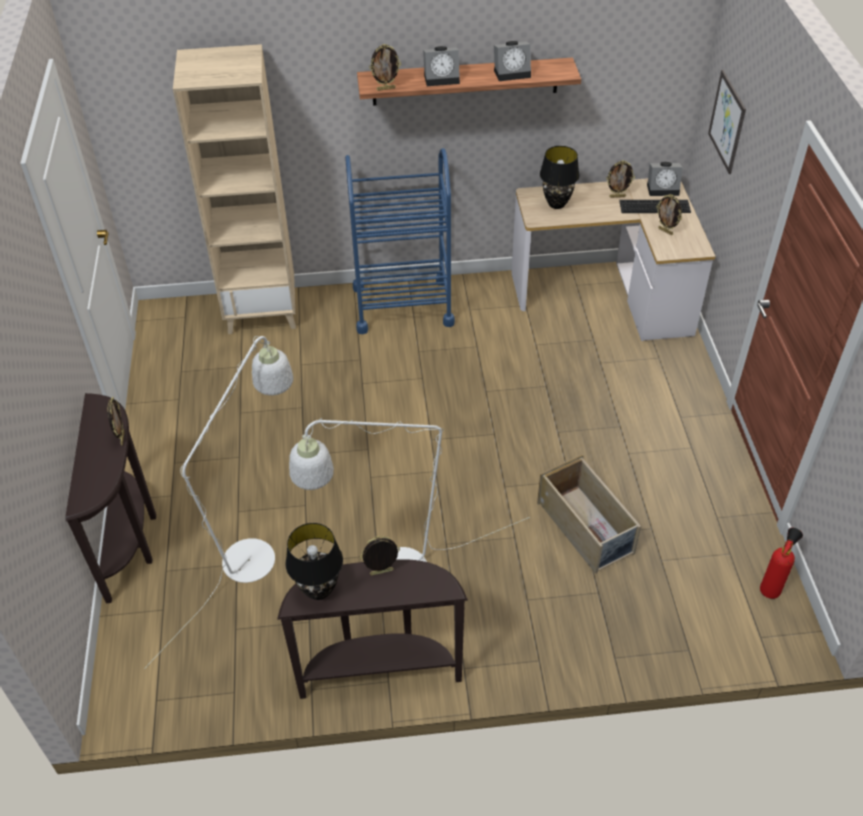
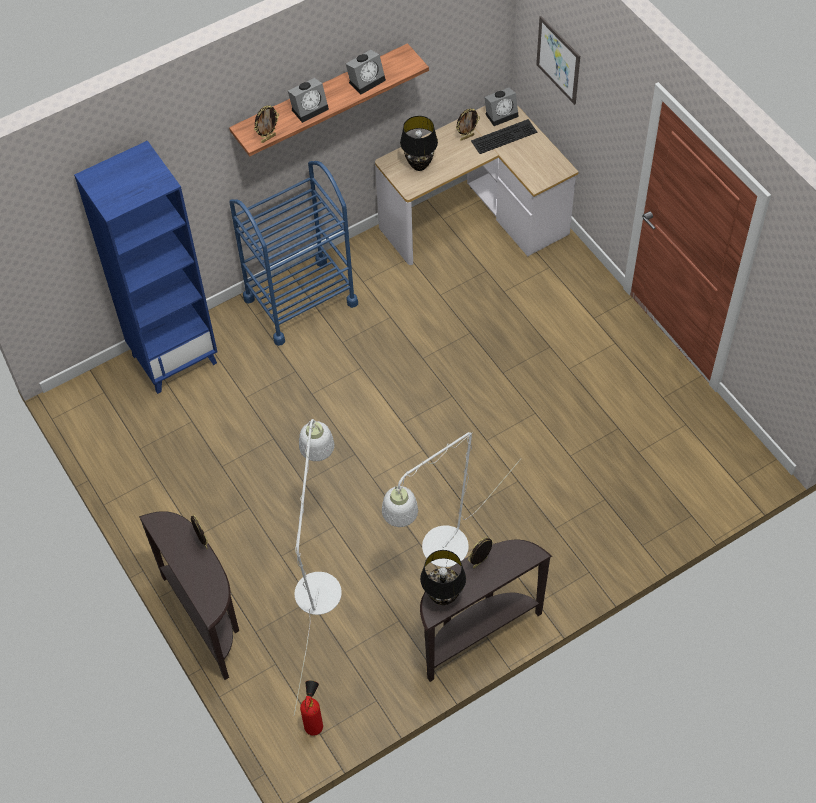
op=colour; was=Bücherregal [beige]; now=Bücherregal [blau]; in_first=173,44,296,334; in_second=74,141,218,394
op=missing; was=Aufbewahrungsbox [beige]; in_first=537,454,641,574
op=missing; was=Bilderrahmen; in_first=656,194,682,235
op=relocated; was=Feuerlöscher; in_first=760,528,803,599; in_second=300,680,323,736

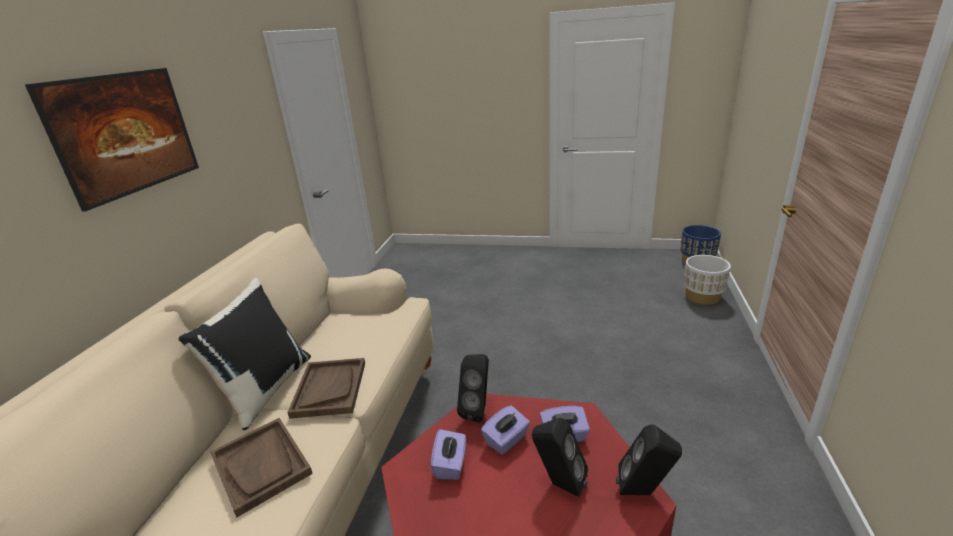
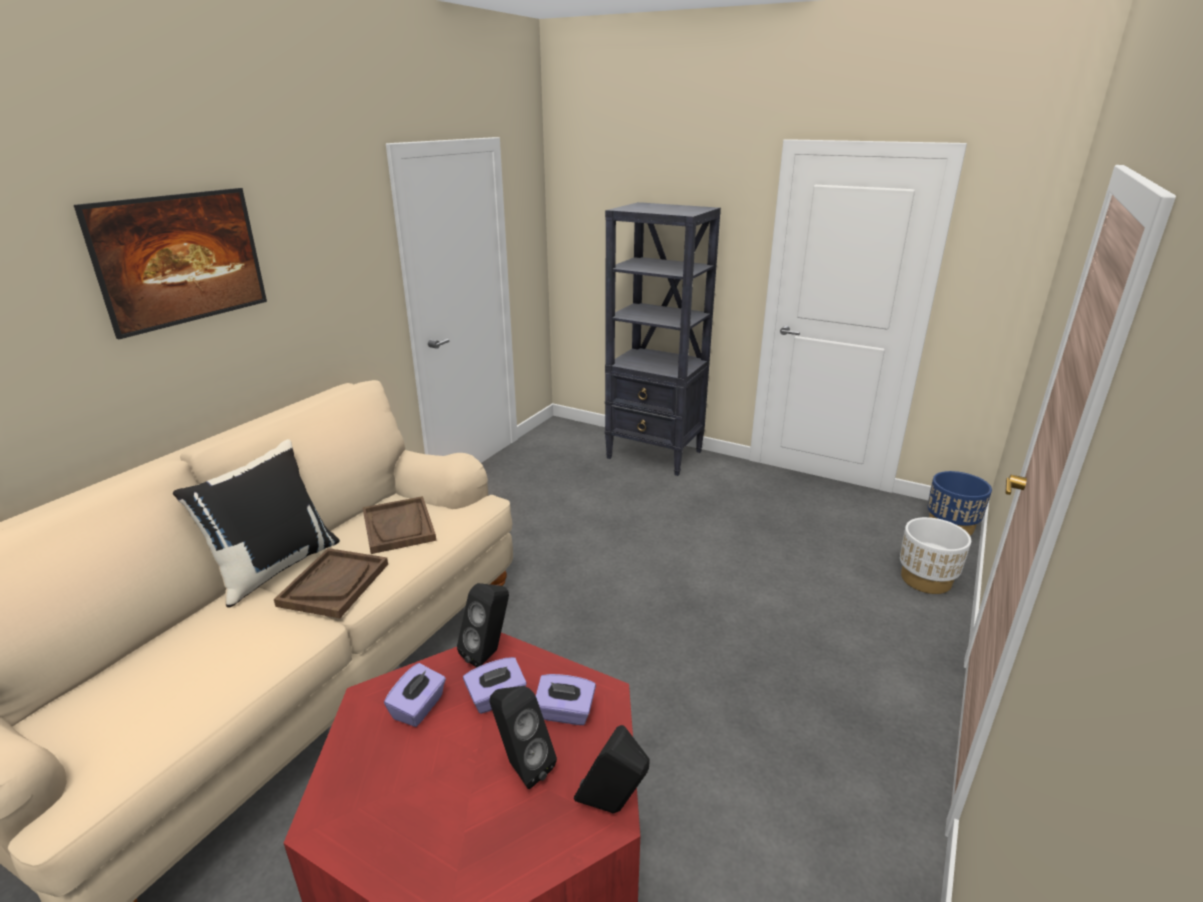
op=relocated; was=Tablett [braun]; in_first=210,418,313,518; in_second=362,496,436,554
op=appeared; now=Bücherregal [schwarz]; in_second=605,202,721,476

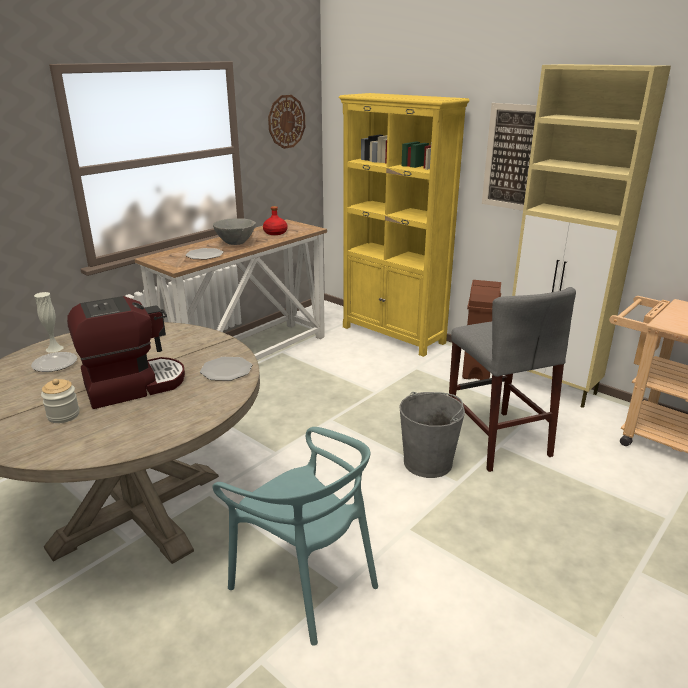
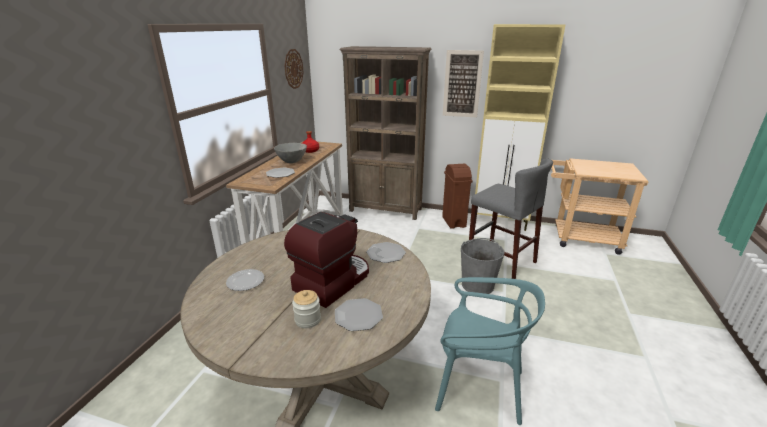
op=missing; was=Vase [weiß]; in_first=34,292,63,353
op=colour; was=Bücherregal [gelb]; now=Bücherregal [braun]; in_first=339,93,469,357; in_second=339,46,432,220
op=appeared; now=Teller; in_second=335,298,383,331

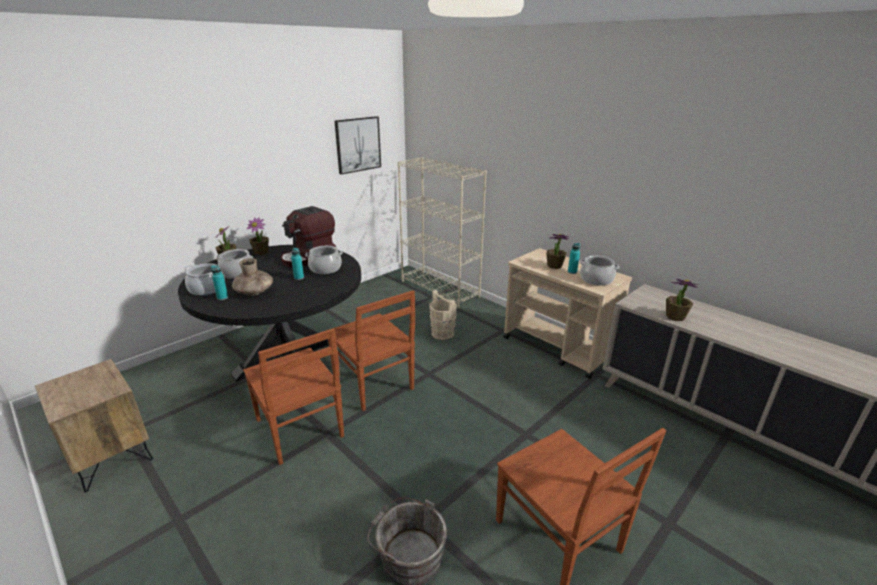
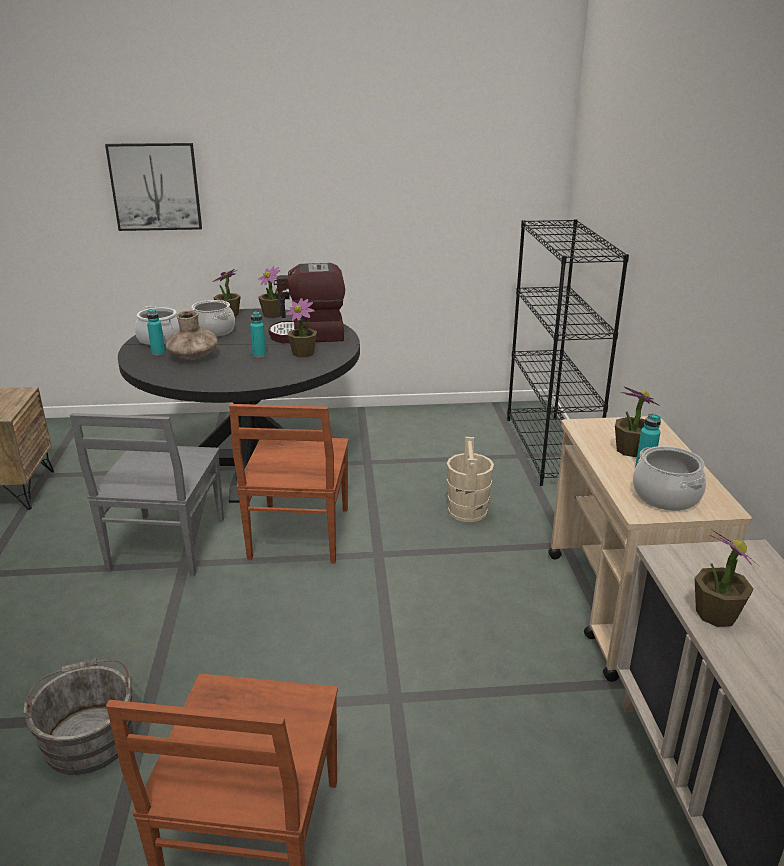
op=colour; was=Stuhl [braun]; now=Stuhl [grau]; in_first=243,329,344,465; in_second=70,413,224,577
op=exchanged; was=Kochtopf; now=Topfpflanze; in_first=305,246,343,274; in_second=286,298,317,357
op=relocated; was=Bild; in_first=335,116,381,175; in_second=105,143,202,231
op=colour; was=Bücherregal [beige]; now=Bücherregal [schwarz]; in_first=398,157,487,308; in_second=507,219,629,486

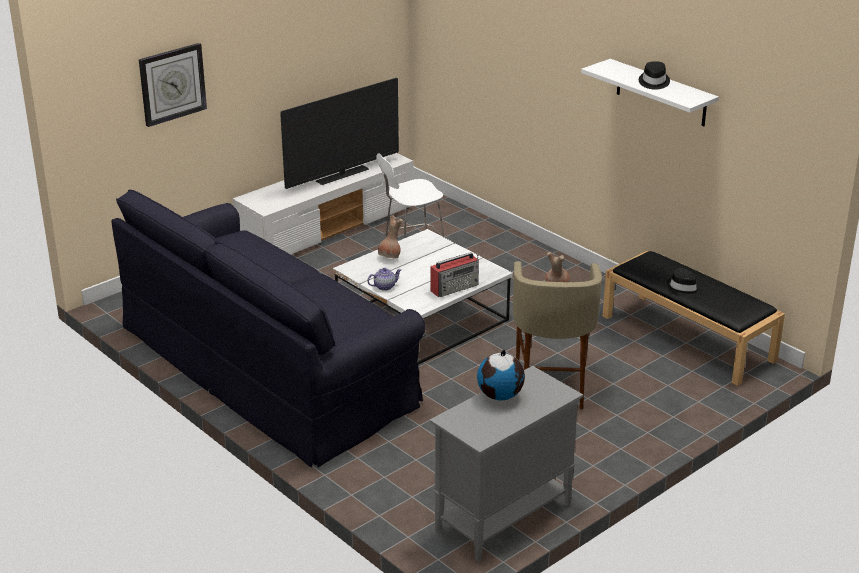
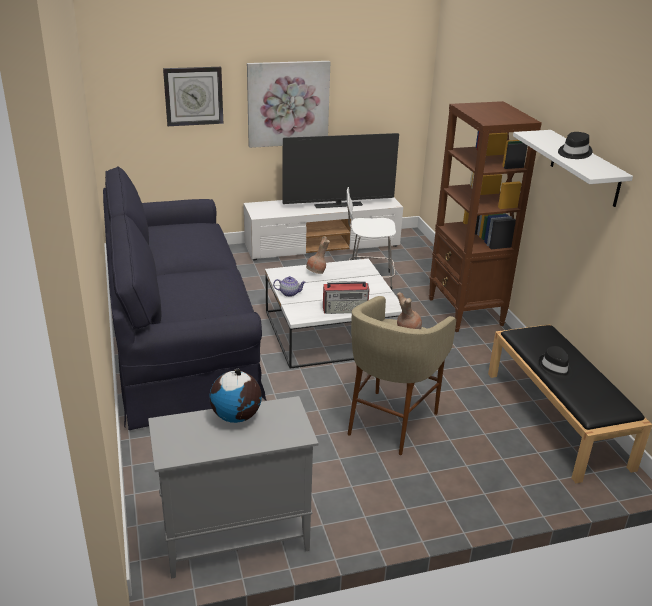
op=appeared; now=Bild; in_second=247,61,330,148
op=appeared; now=Bücherregal [braun]; in_second=429,101,542,332

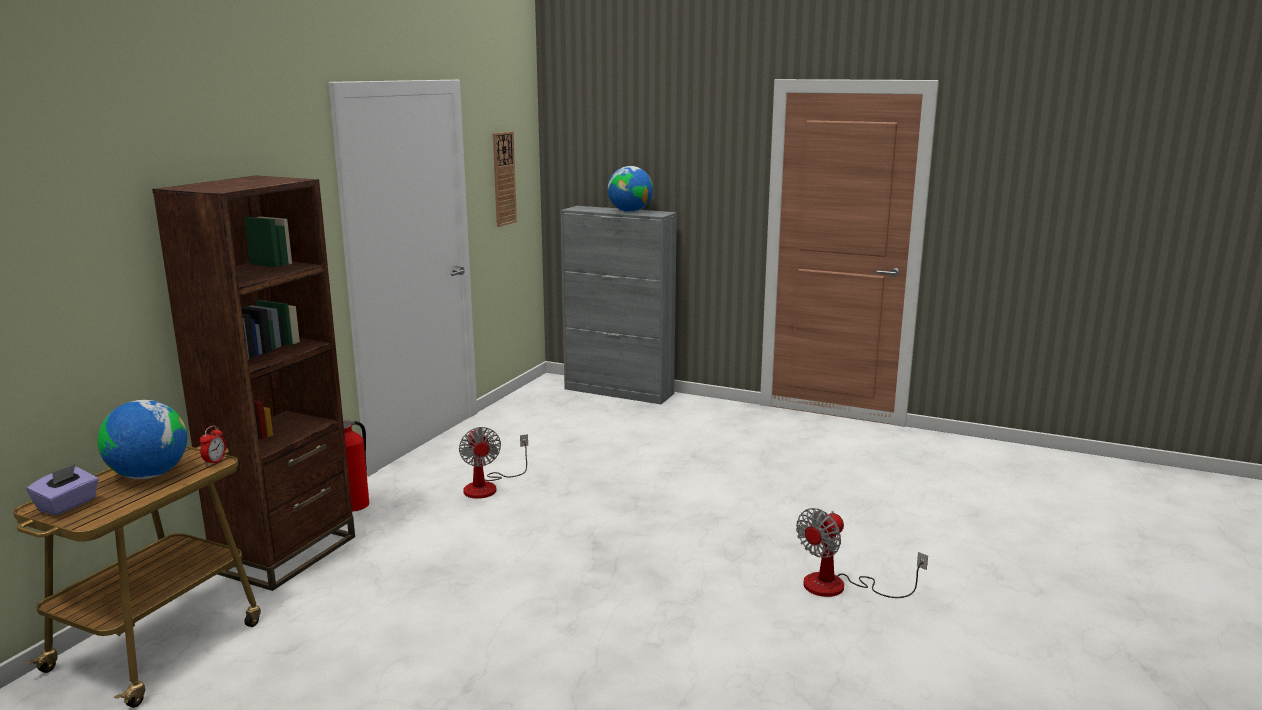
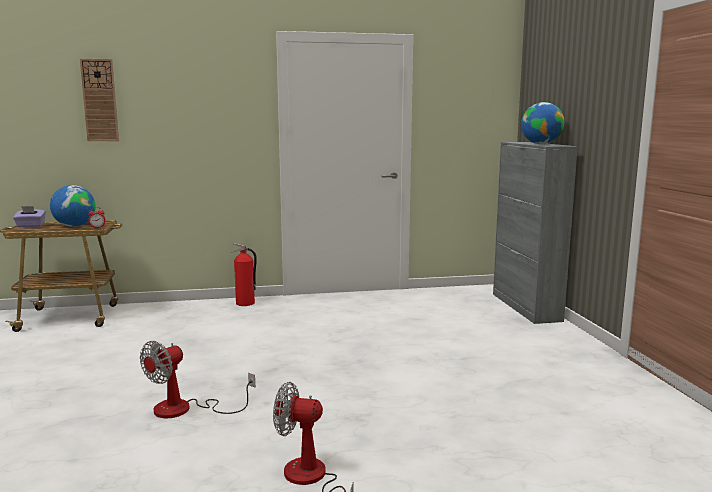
op=missing; was=Bücherregal [braun]; in_first=152,176,355,591
op=relocated; was=Ventilator; in_first=459,427,528,499; in_second=140,341,255,418
op=relocated; was=Wanduhr; in_first=493,131,517,227; in_second=80,59,119,141

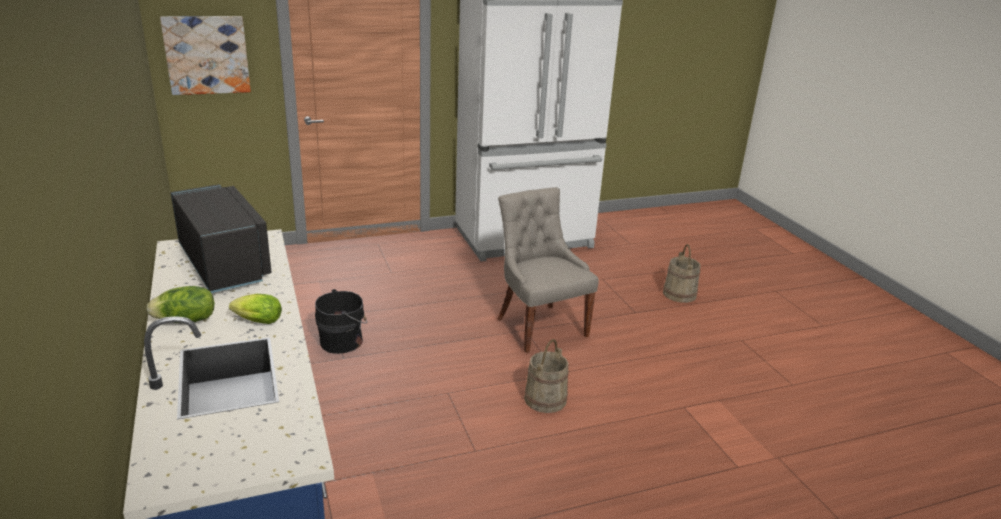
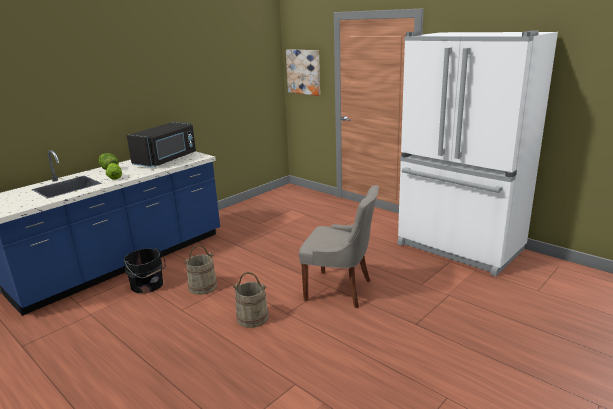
op=relocated; was=Eimer [schwarz]; in_first=315,289,367,354; in_second=124,248,165,294
op=spun; was=Stuhl [grau]; in_first=497,187,599,353; in_second=299,185,379,308; clockwise=75
op=relocated; was=Eimer [beige]; in_first=663,244,701,303; in_second=184,245,217,295

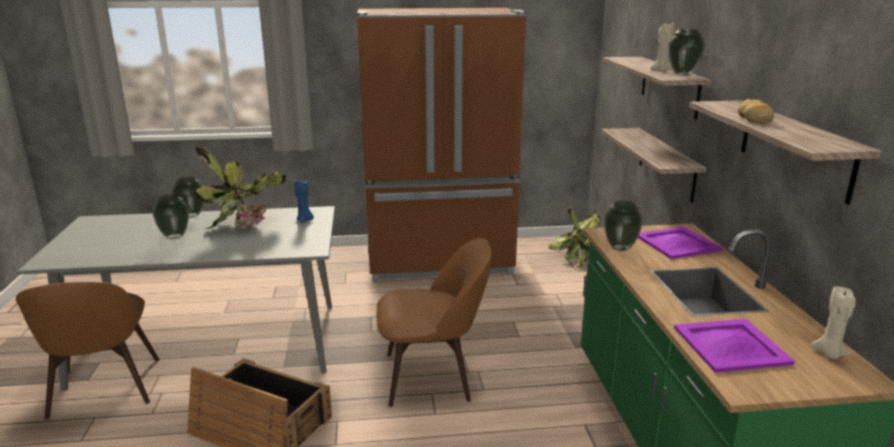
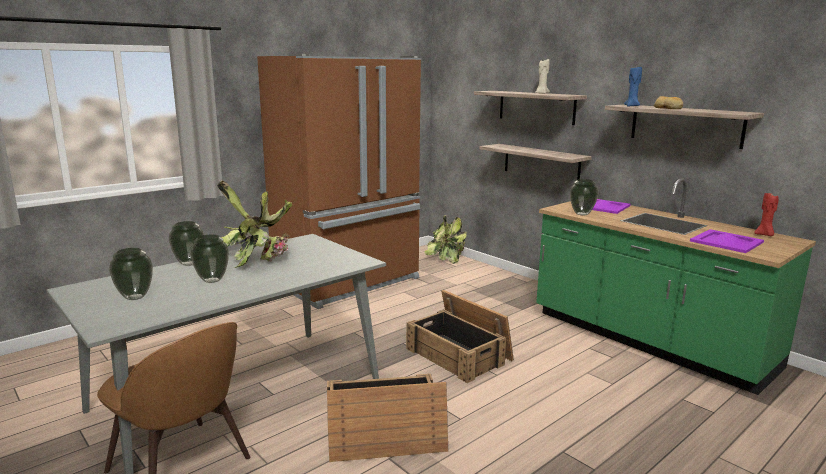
op=relocated; was=Kerze [blau]; in_first=294,180,314,223; in_second=624,67,642,107
op=exchanged; was=Stuhl [braun]; now=Kiste; in_first=376,238,491,407; in_second=406,290,514,383
op=relocated; was=Vase; in_first=669,29,706,76; in_second=109,248,153,300
op=colour; was=Kerze [beige]; now=Kerze [rot]; in_first=811,286,856,359; in_second=754,193,779,236

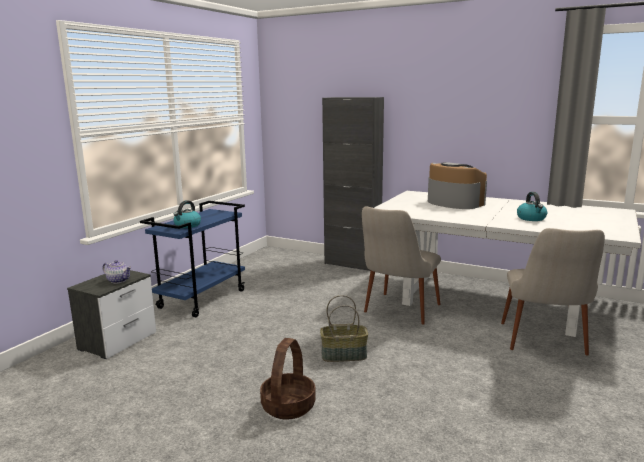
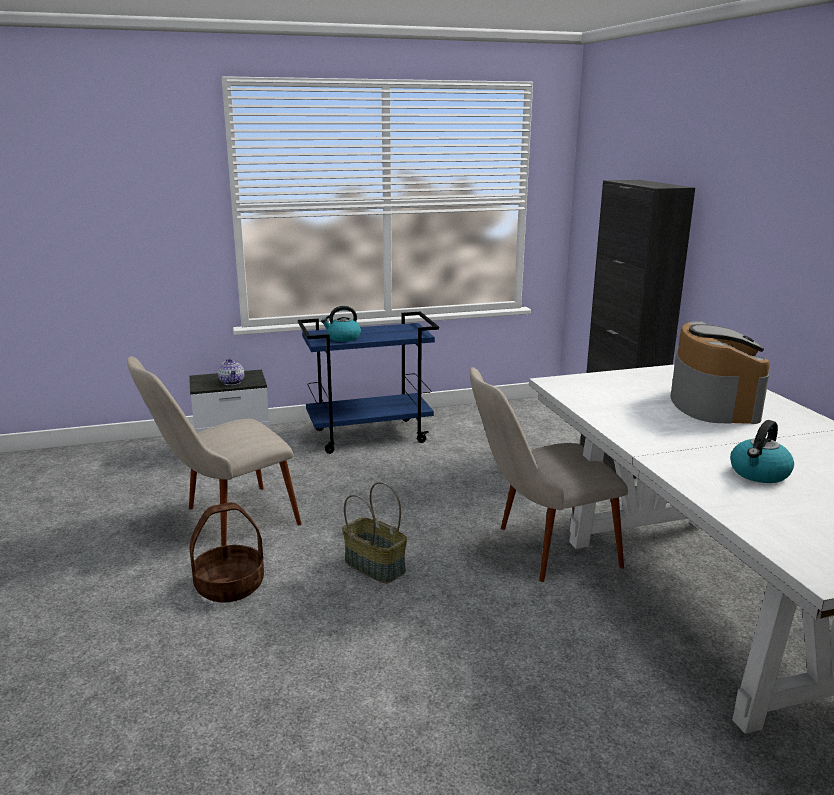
op=relocated; was=Stuhl [beige]; in_first=501,228,605,355; in_second=127,356,301,546

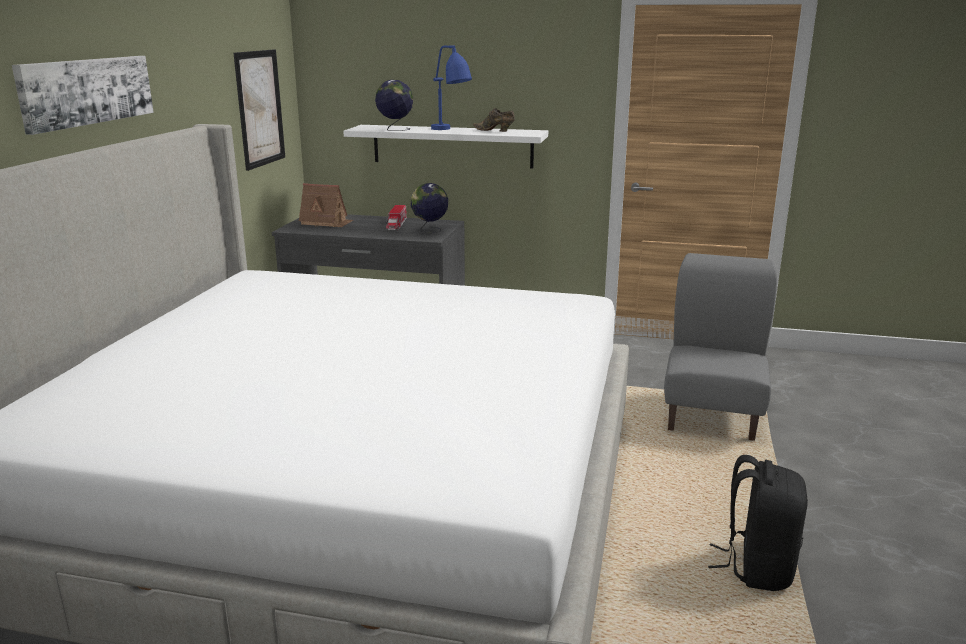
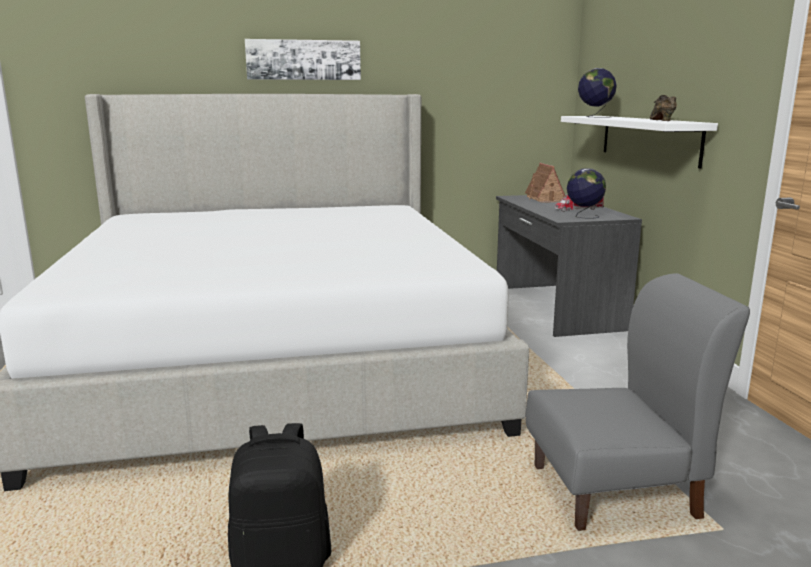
op=missing; was=Bild; in_first=233,49,285,171
op=missing; was=Tischlampe [blau]; in_first=431,45,472,130

